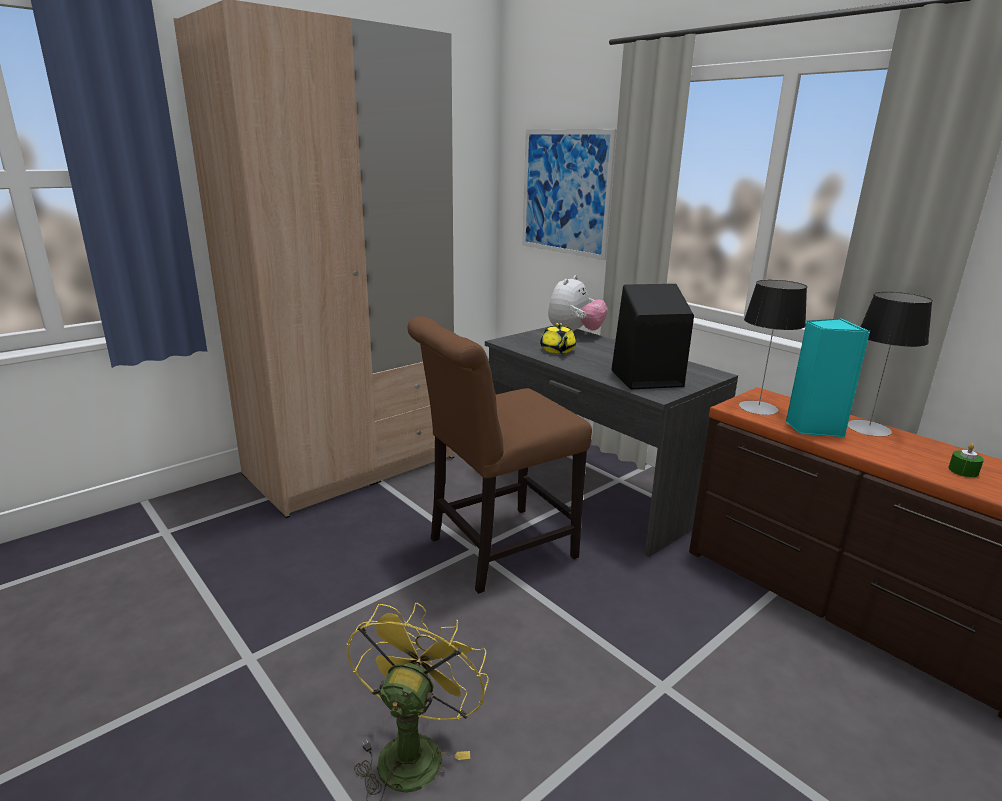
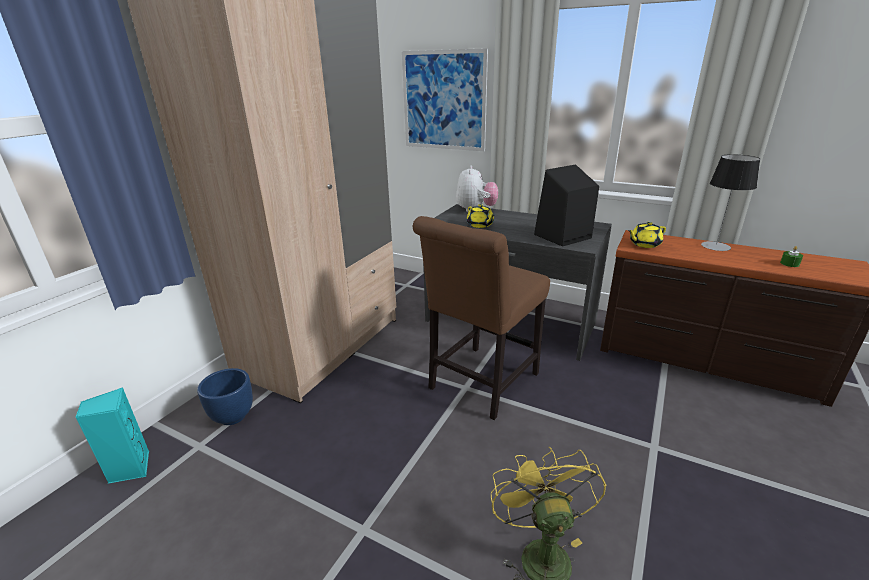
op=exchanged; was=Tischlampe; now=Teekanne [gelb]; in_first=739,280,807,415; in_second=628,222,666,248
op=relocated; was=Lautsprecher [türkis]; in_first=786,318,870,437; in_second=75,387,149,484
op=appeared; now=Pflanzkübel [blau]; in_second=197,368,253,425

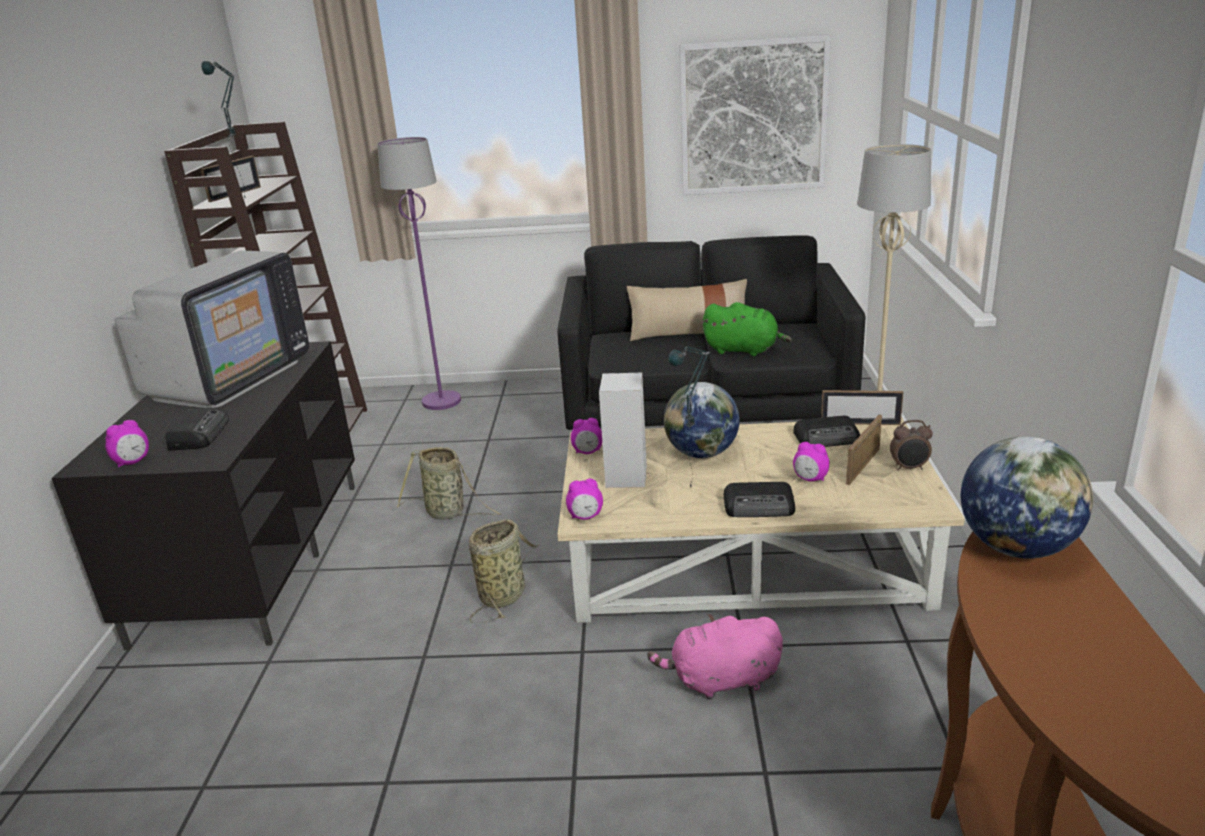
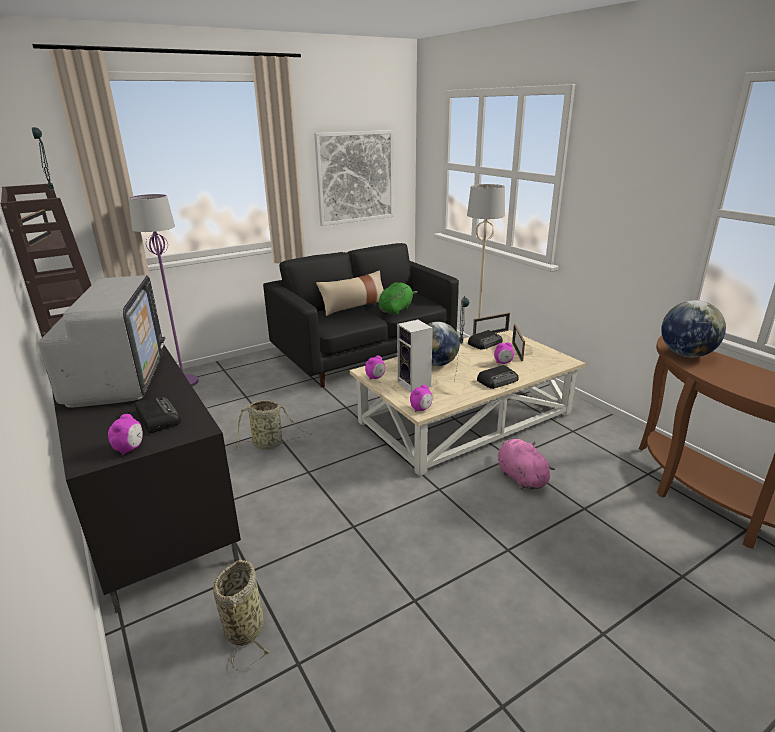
op=relocated; was=Korb; in_first=469,519,539,623; in_second=213,559,271,670
op=spun; was=Plüschtier [rosa]; in_first=647,614,783,699; in_second=497,439,555,490; clockwise=105
op=spun; was=Plüschtier [grün]; in_first=702,302,792,356; in_second=378,282,418,315; clockwise=-45
op=missing; was=Wecker; in_first=890,420,933,471

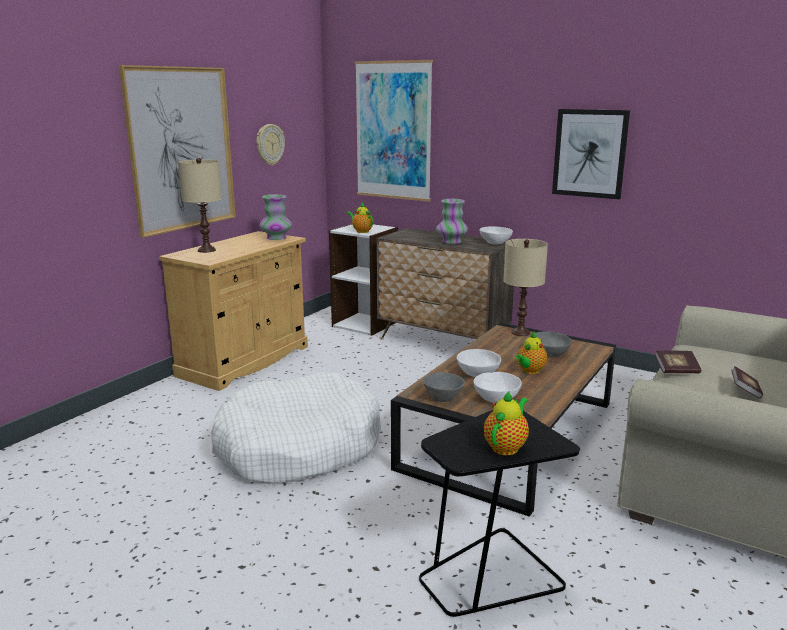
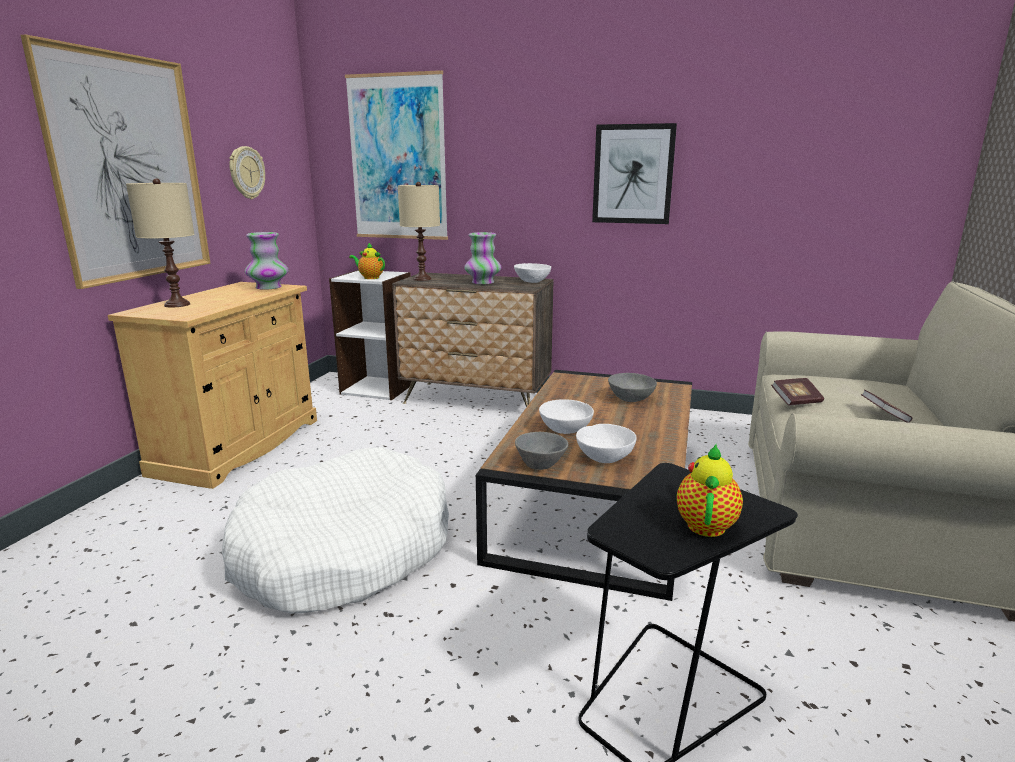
op=relocated; was=Tischlampe [beige]; in_first=503,239,548,336; in_second=398,182,440,281
op=missing; was=Teekanne; in_first=516,331,547,374

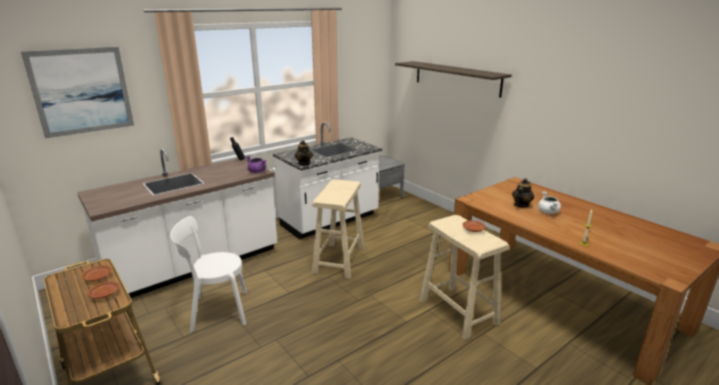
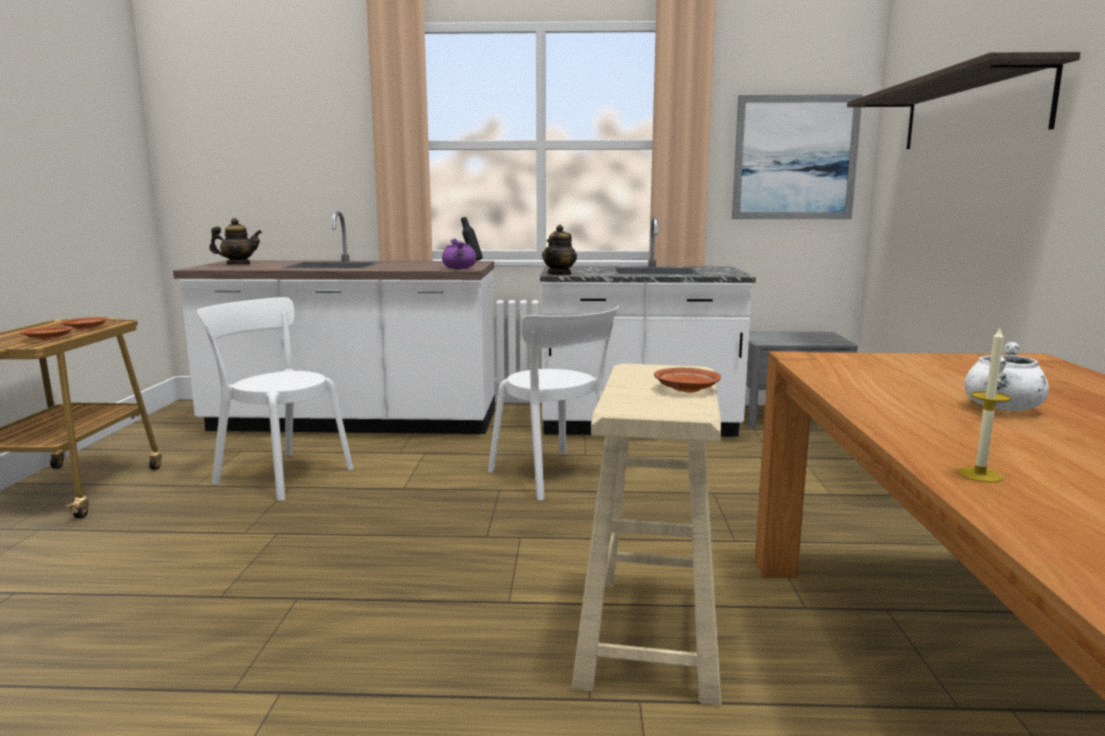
op=relocated; was=Bild; in_first=21,47,134,138; in_second=732,94,863,219
op=exchanged; was=Hocker [beige]; now=Stuhl [weiß]; in_first=312,179,365,279; in_second=488,305,619,500
op=relocated; was=Teekanne; in_first=512,178,534,207; in_second=209,218,262,264

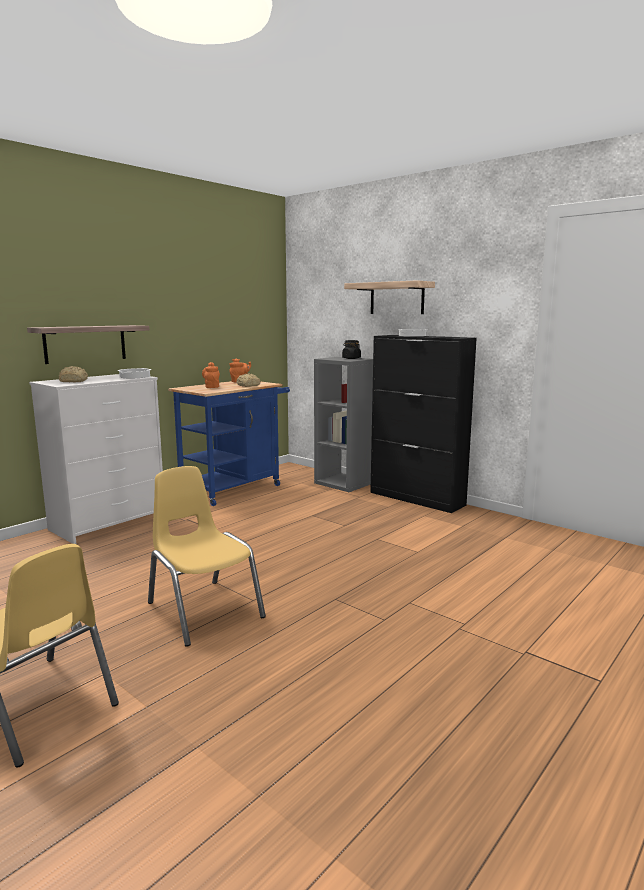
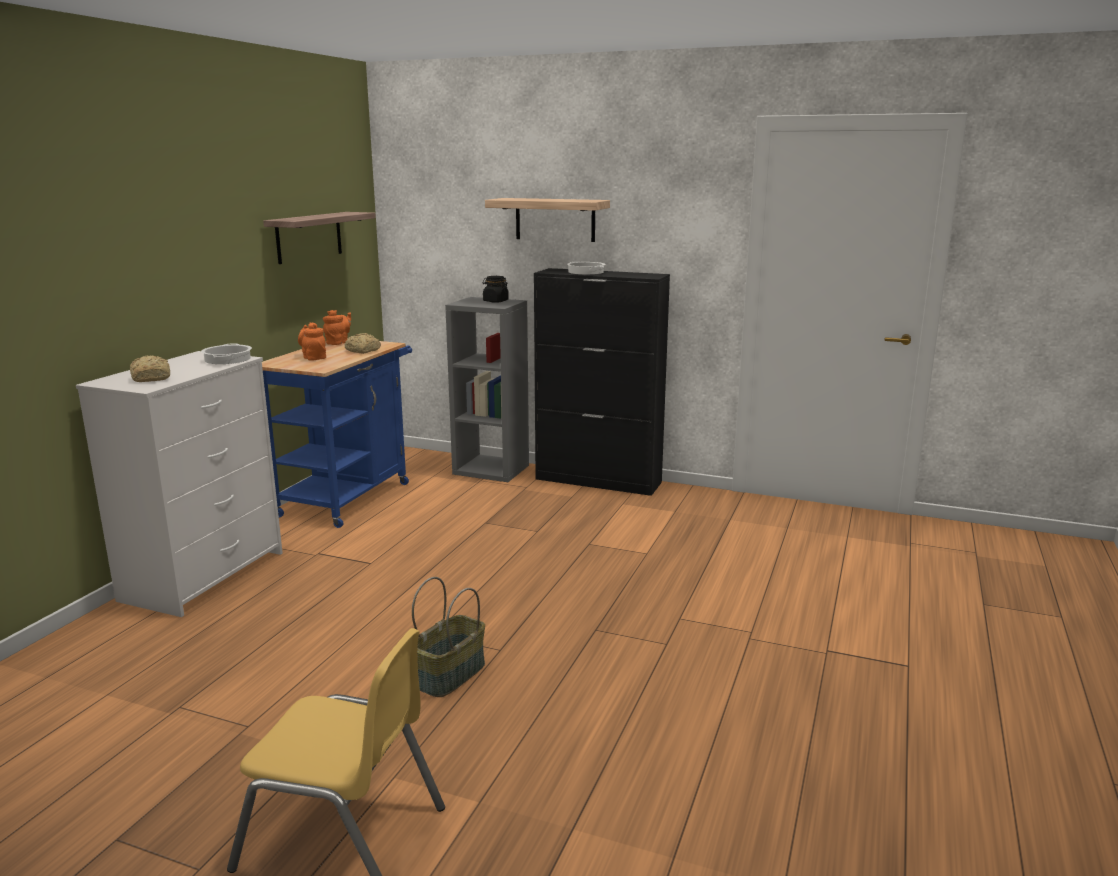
op=relocated; was=Wandregal; in_first=27,325,149,364; in_second=263,212,376,264
op=exchanged; was=Stuhl [gelb]; now=Korb; in_first=148,466,266,647; in_second=412,577,485,697

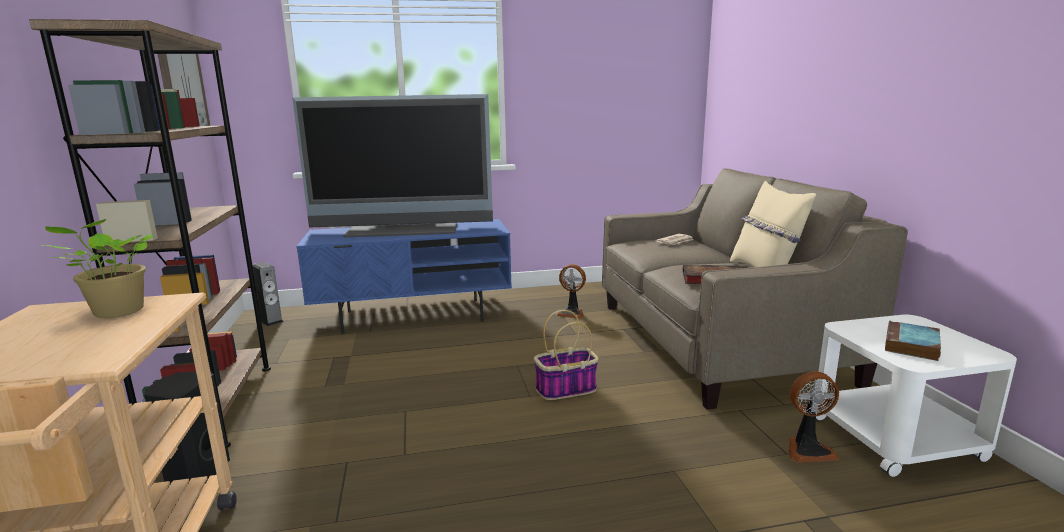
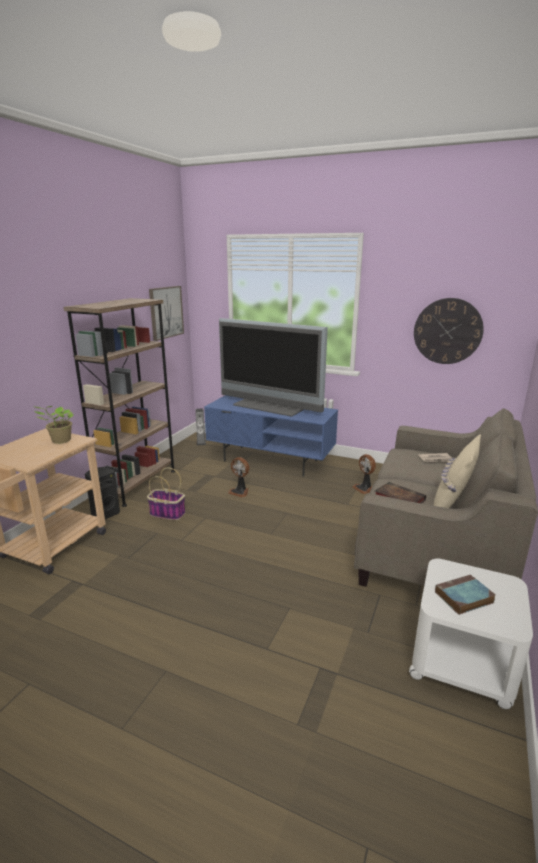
op=relocated; was=Korb; in_first=534,310,598,400; in_second=147,467,185,520
op=relocated; was=Ventilator; in_first=788,371,839,463; in_second=228,457,249,498
op=appeared; now=Wanduhr; in_second=414,298,484,364

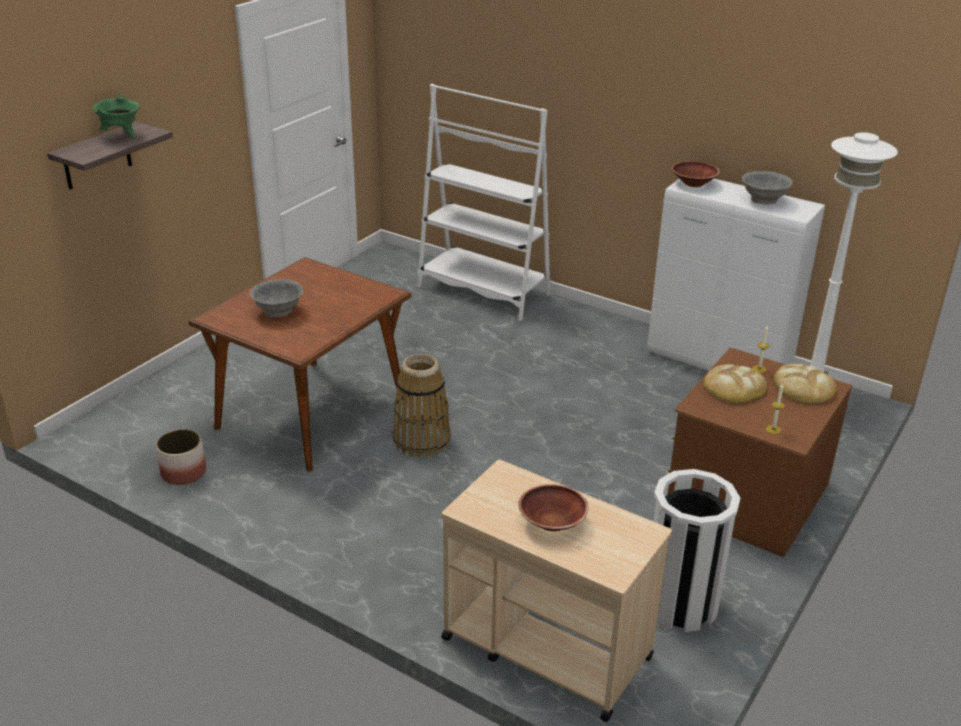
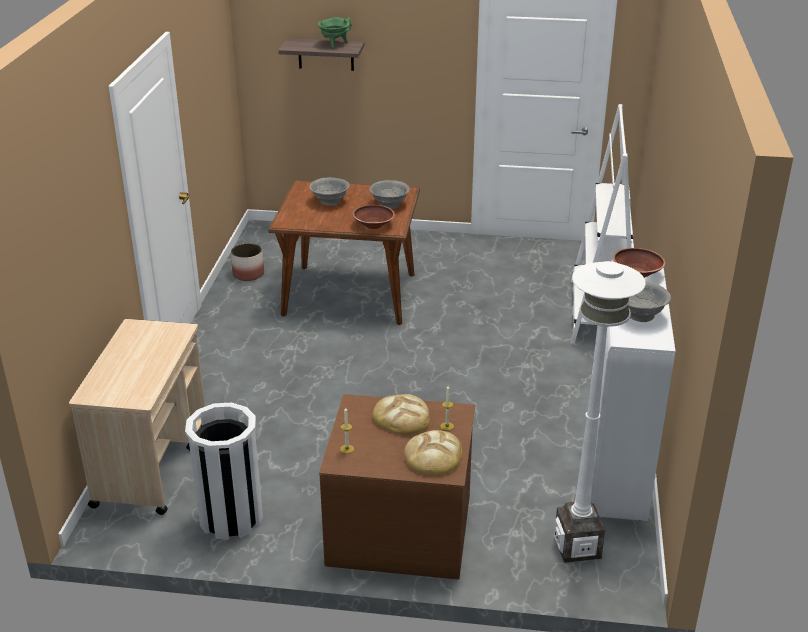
op=missing; was=Korb; in_first=393,354,451,457
op=relocated; was=Schüssel [braun]; in_first=518,484,589,532; in_second=353,205,395,229
op=appeared; now=Schüssel [grau]; in_second=369,180,410,209

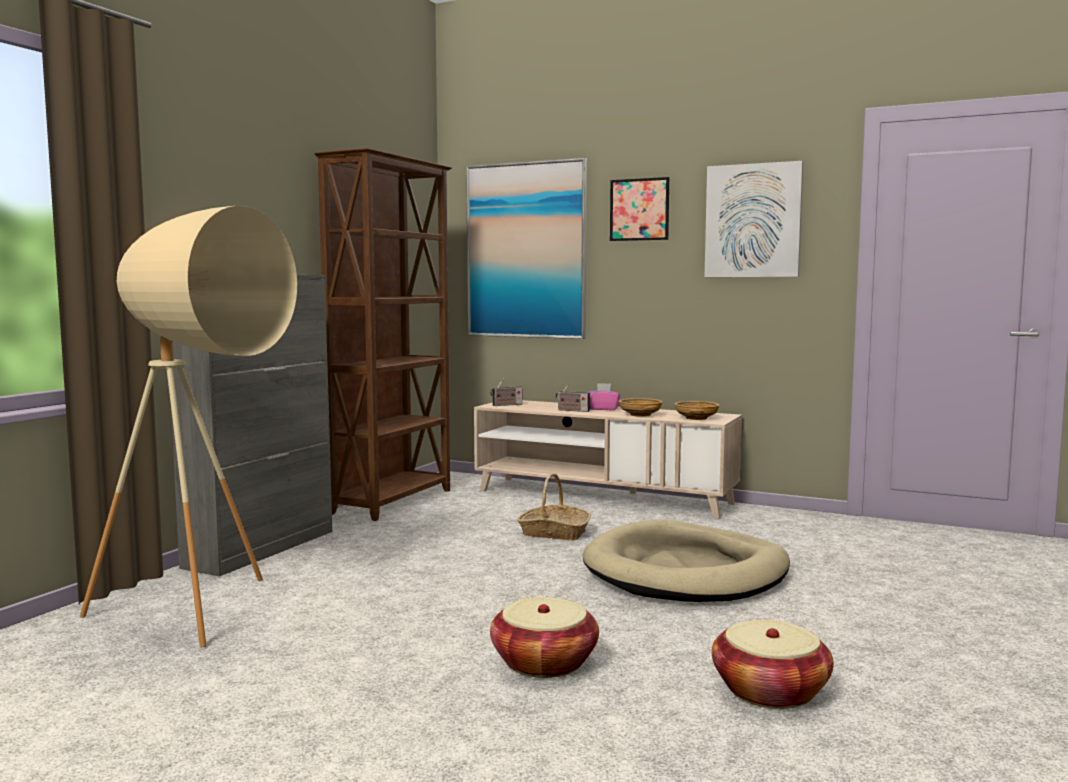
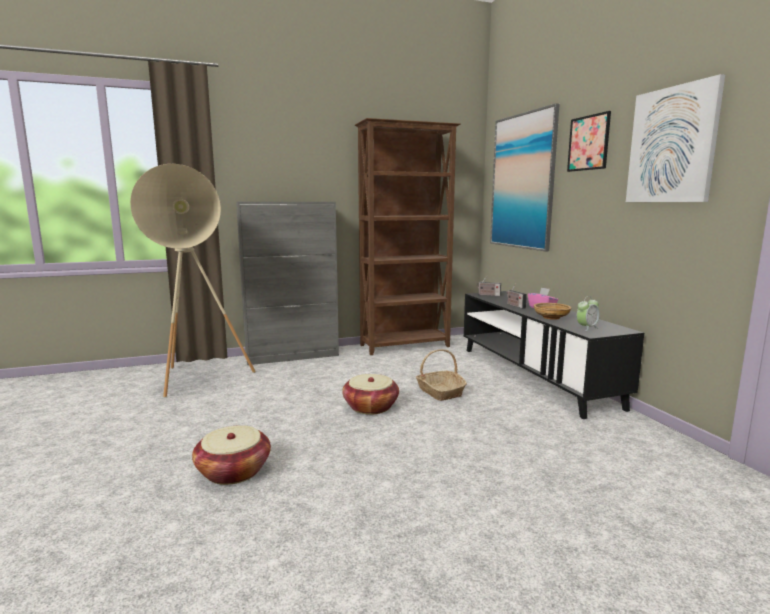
op=colour; was=Fernsehschrank [beige]; now=Fernsehschrank [schwarz]; in_first=474,400,742,519; in_second=464,291,644,419
op=missing; was=Hundebett [beige]; in_first=583,519,790,602
op=exchanged; was=Schüssel [beige]; now=Wecker; in_first=675,401,720,420; in_second=577,296,600,331
op=relocated; was=Korb; in_first=712,620,834,709; in_second=342,374,399,415

